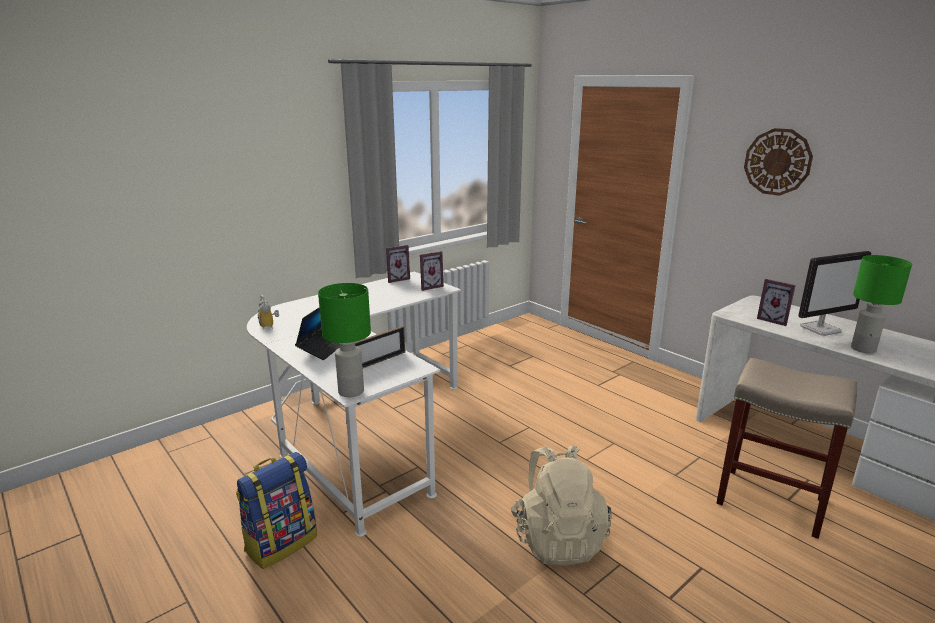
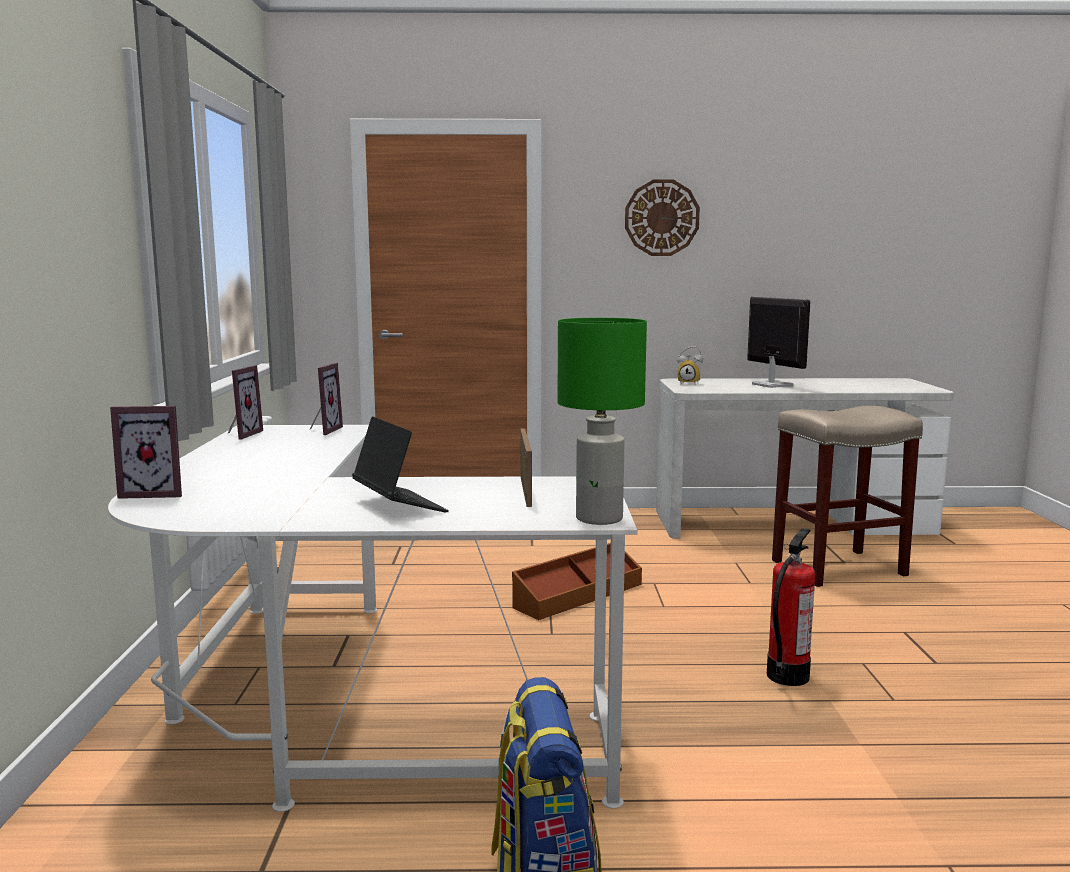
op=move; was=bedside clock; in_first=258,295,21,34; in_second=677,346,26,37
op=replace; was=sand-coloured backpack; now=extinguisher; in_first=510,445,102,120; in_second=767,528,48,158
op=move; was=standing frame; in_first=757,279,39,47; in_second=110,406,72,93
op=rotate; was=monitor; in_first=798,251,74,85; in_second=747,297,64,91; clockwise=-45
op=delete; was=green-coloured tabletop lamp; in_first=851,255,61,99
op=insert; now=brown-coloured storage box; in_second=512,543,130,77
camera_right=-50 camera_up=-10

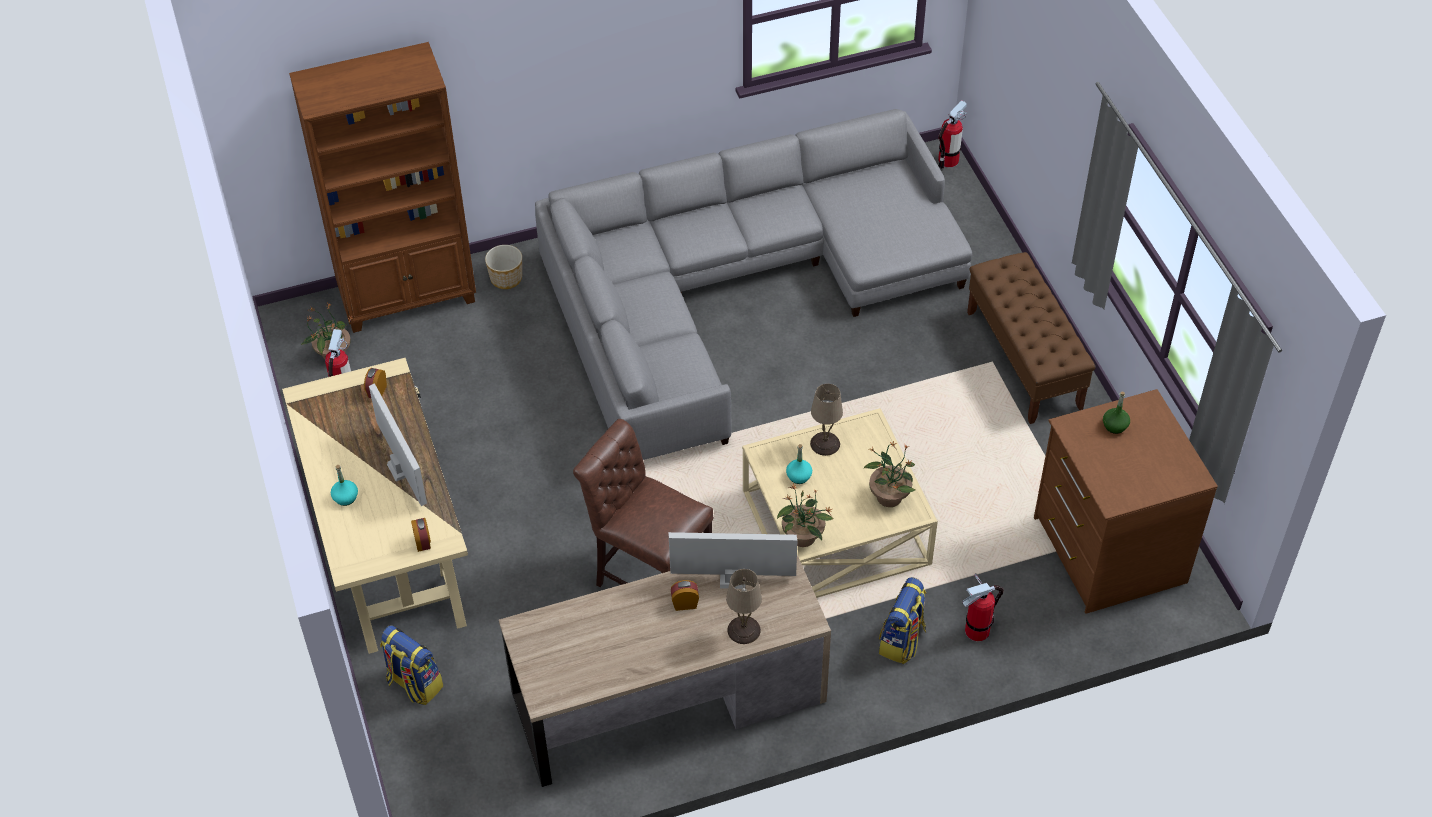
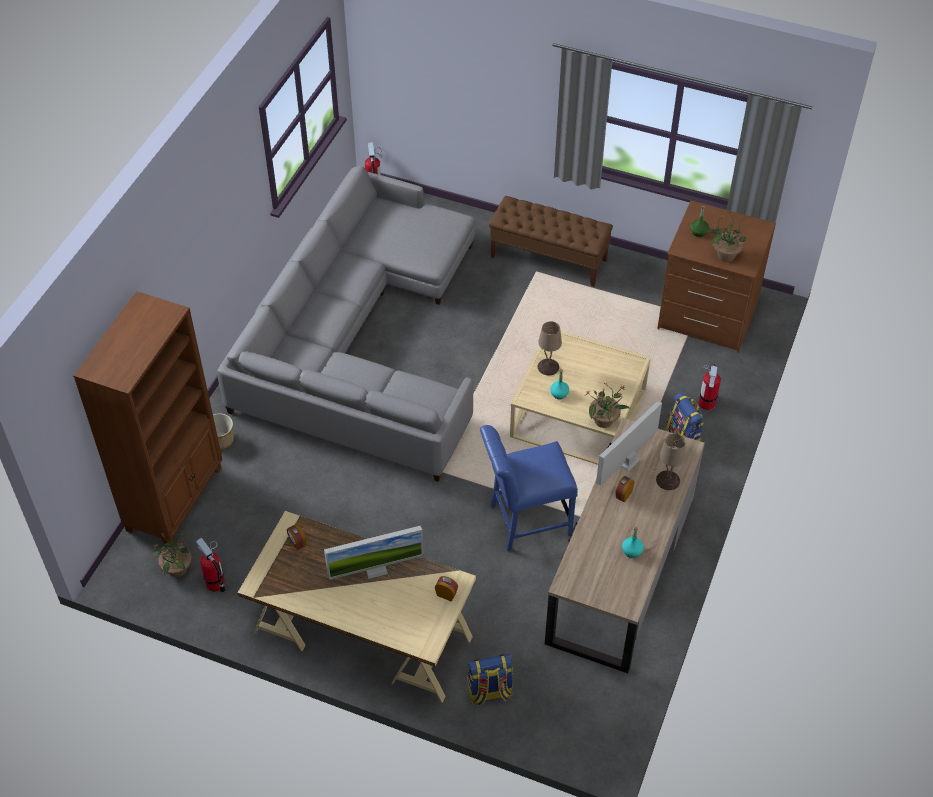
op=move; was=turquoise-coloured beverage bottle; in_first=331,465,27,41; in_second=622,526,22,32
op=rotate; was=monitor; in_first=369,383,58,123; in_second=324,526,100,54; clockwise=150
op=recolor; was=brown-coloured upright chair; now=blue-coloured upright chair; in_first=573,419,141,168; in_second=480,425,98,126
op=move; was=plant in a pot; in_first=864,441,51,66; in_second=708,212,43,50
camera_right=-50 camera_up=0

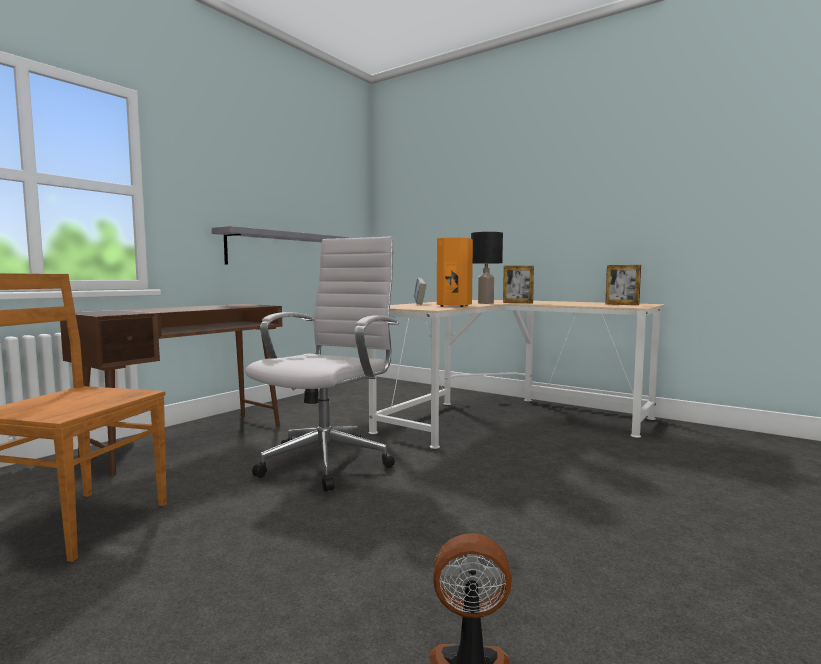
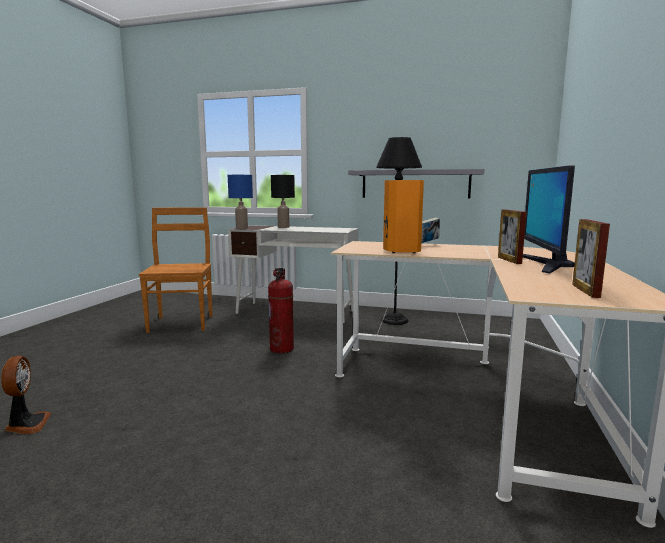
op=recolor; was=brown-coloured desk table; now=whitish desk table; in_first=60,304,222,172; in_second=228,225,130,98
op=replace; was=whitish computer chair; now=extinguisher; in_first=245,236,154,256; in_second=268,268,26,85
op=move; was=black tabletop lamp; in_first=471,232,32,72; in_second=271,175,24,53
op=insert; now=blue-coloured tabletop lamp; in_second=228,175,25,54
op=insert; now=black standard lamp; in_second=376,137,46,188
op=insert; now=monitor; in_second=523,165,52,109
camera_right=70 camera_up=5

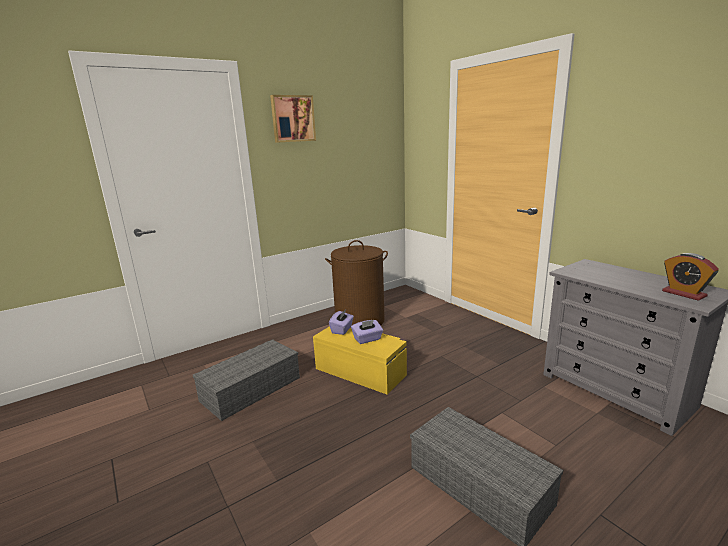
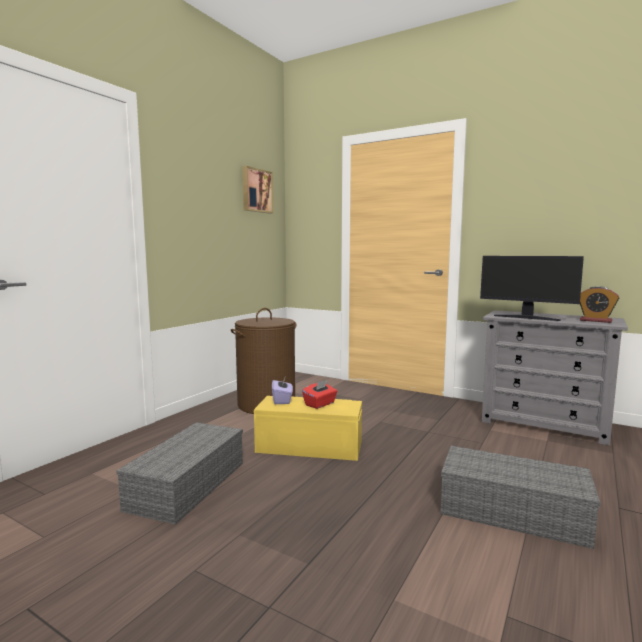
op=move; was=wall art; in_first=270,95,46,48; in_second=243,166,30,48
op=recolor; was=purple-coloured box of tissues; now=red-coloured box of tissues; in_first=351,320,32,24; in_second=302,380,36,29
op=insert; now=monitor; in_second=480,256,104,65
camera_right=-25 camera_up=-10

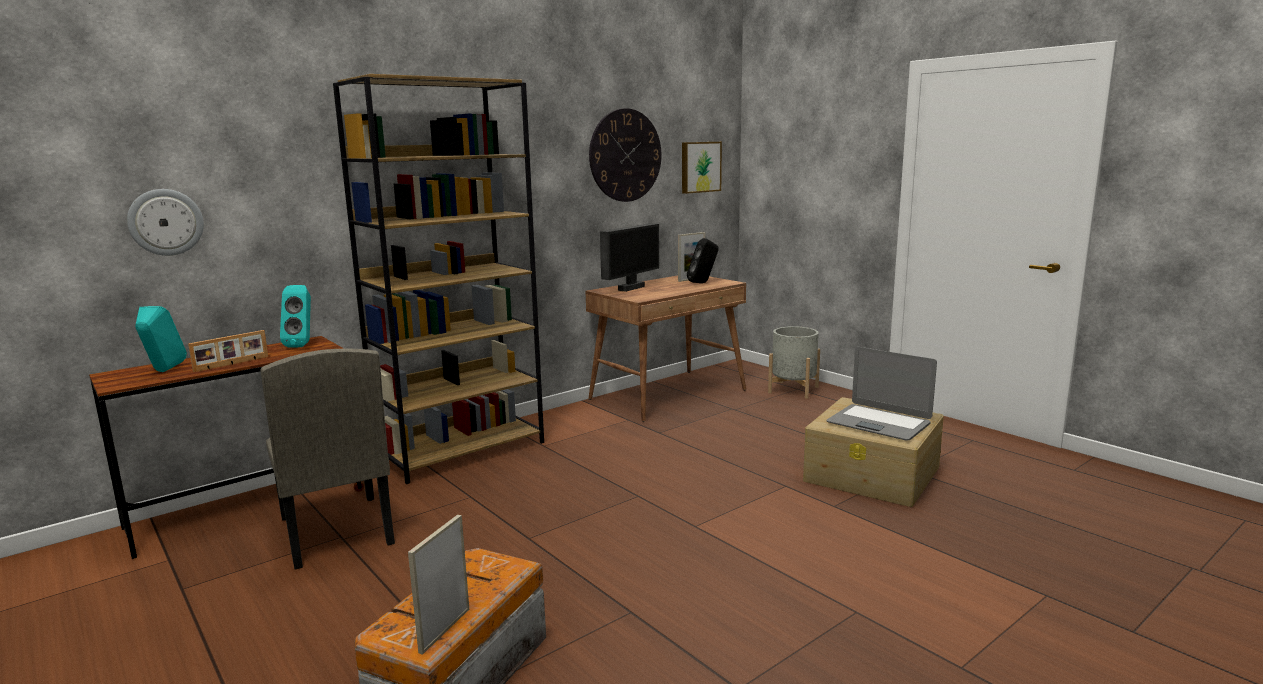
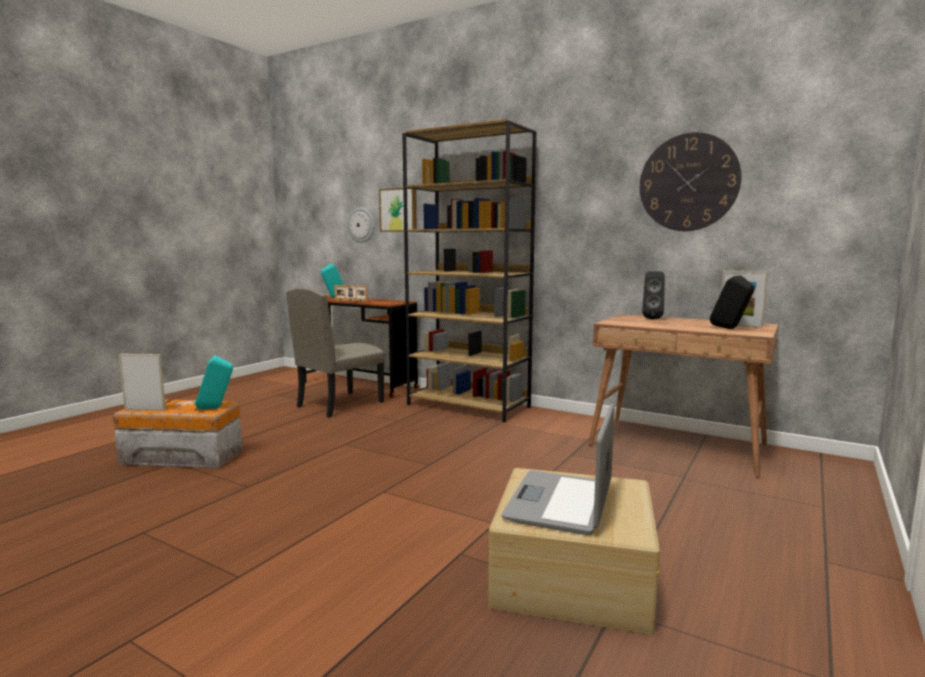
op=move; was=turquoise-coloured loudspeaker; in_first=280,285,31,63; in_second=194,356,39,53
op=replace; was=monitor; now=black loudspeaker; in_first=600,223,59,69; in_second=642,271,23,48
op=move; was=wall art; in_first=682,142,40,52; in_second=379,188,38,44
op=delete; was=greyish plant pot; in_first=768,326,52,73
camera_right=70 camera_up=-5

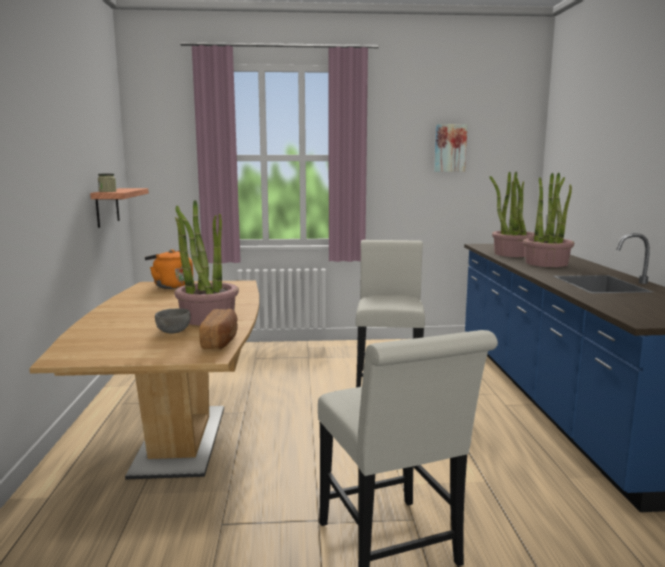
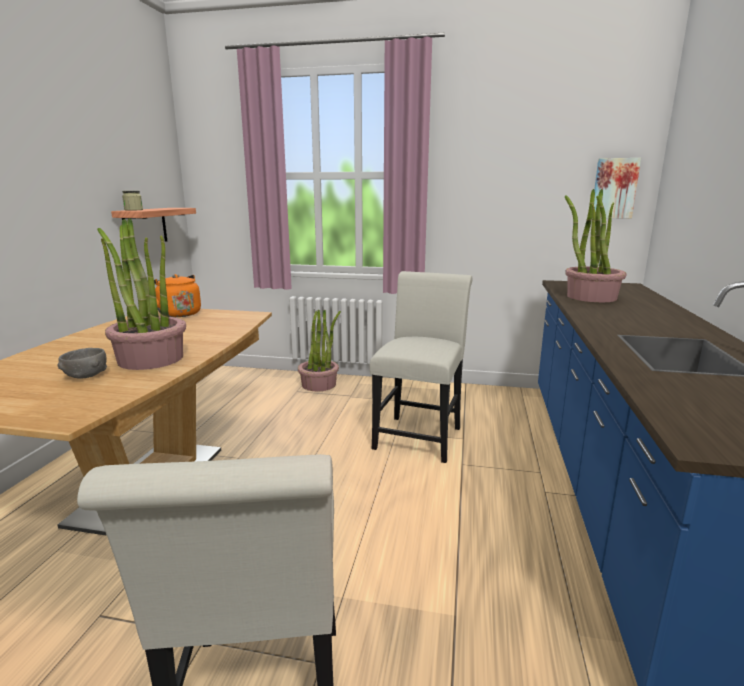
op=delete; was=baked bread; in_first=199,309,39,40
op=move; was=wall art; in_first=434,124,34,48; in_second=594,158,47,61
op=move; was=plant in a pot; in_first=523,172,51,95; in_second=298,309,43,82
camera_right=15 camera_up=5

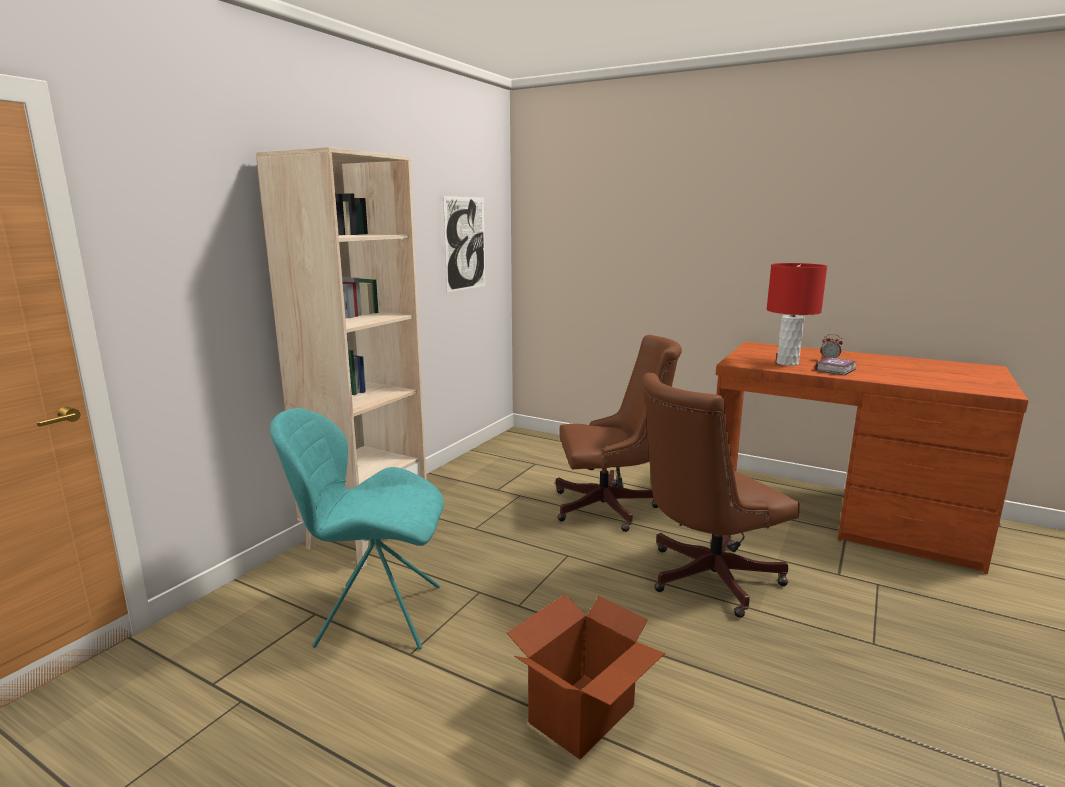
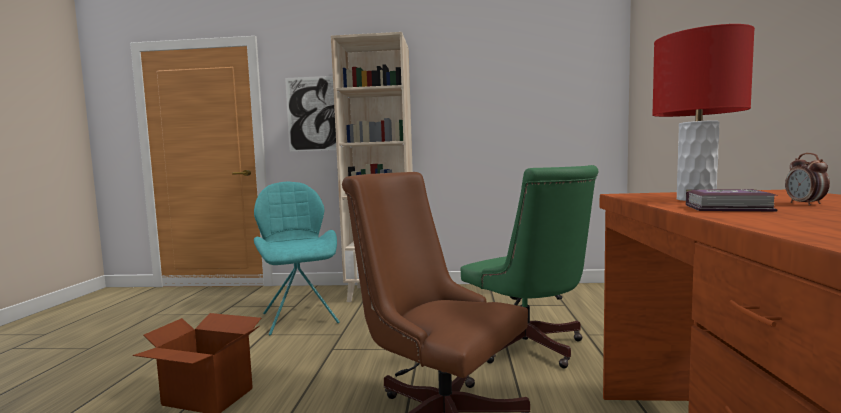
op=move; was=wall art; in_first=443,196,42,96; in_second=285,76,51,76
op=recolor; was=brown-coloured computer chair; now=green-coloured computer chair; in_first=555,335,127,197; in_second=461,165,138,203
camera_right=65 camera_up=-10

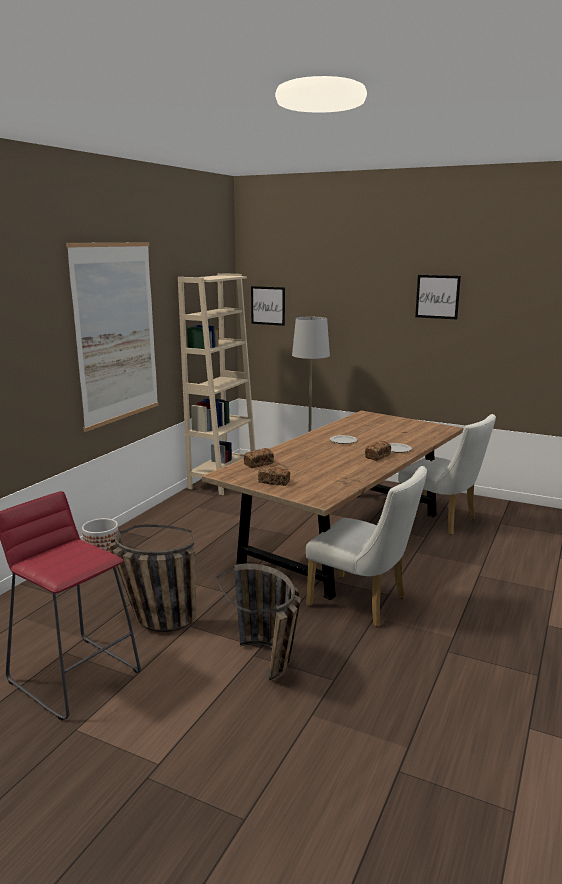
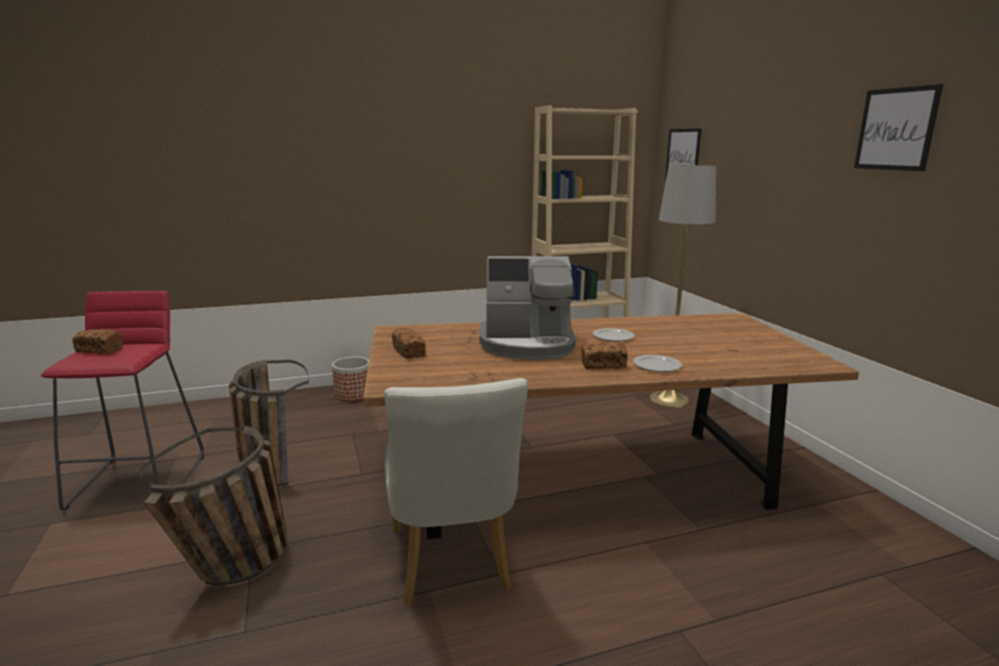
op=delete; was=wall art; in_first=66,242,93,190
op=move; was=baked bread; in_first=244,448,30,20; in_second=72,329,51,25
op=delete; was=whitish upright chair; in_first=398,414,98,121
op=insert; now=coffee maker; in_second=479,256,97,104
camera_right=45 camera_up=0

